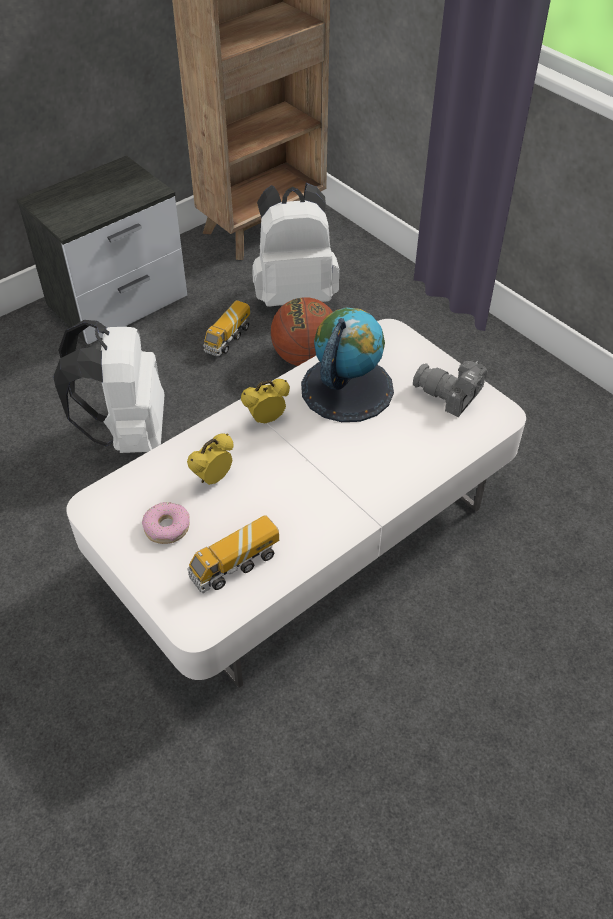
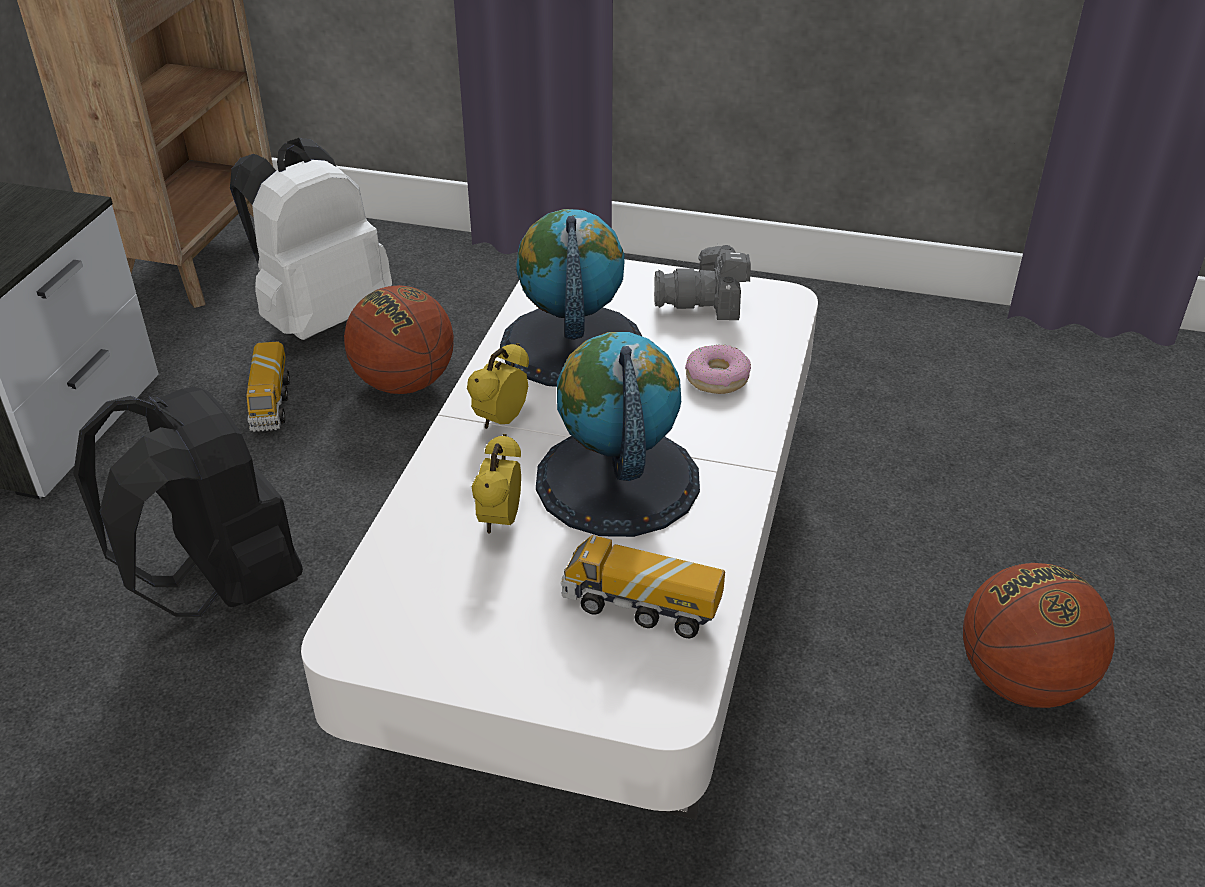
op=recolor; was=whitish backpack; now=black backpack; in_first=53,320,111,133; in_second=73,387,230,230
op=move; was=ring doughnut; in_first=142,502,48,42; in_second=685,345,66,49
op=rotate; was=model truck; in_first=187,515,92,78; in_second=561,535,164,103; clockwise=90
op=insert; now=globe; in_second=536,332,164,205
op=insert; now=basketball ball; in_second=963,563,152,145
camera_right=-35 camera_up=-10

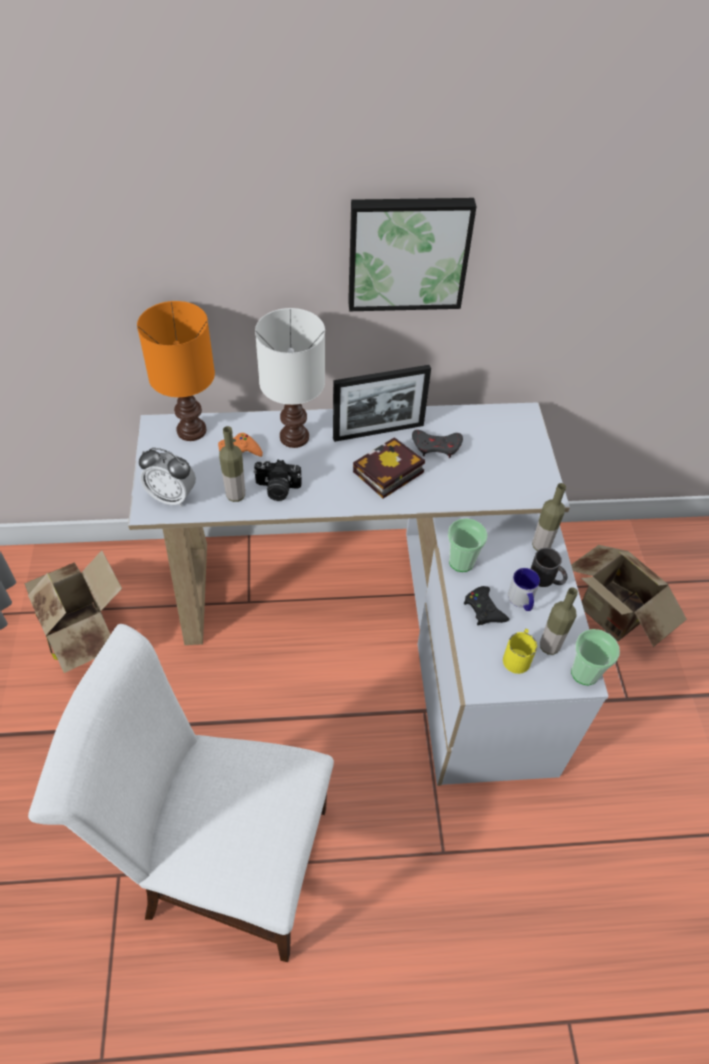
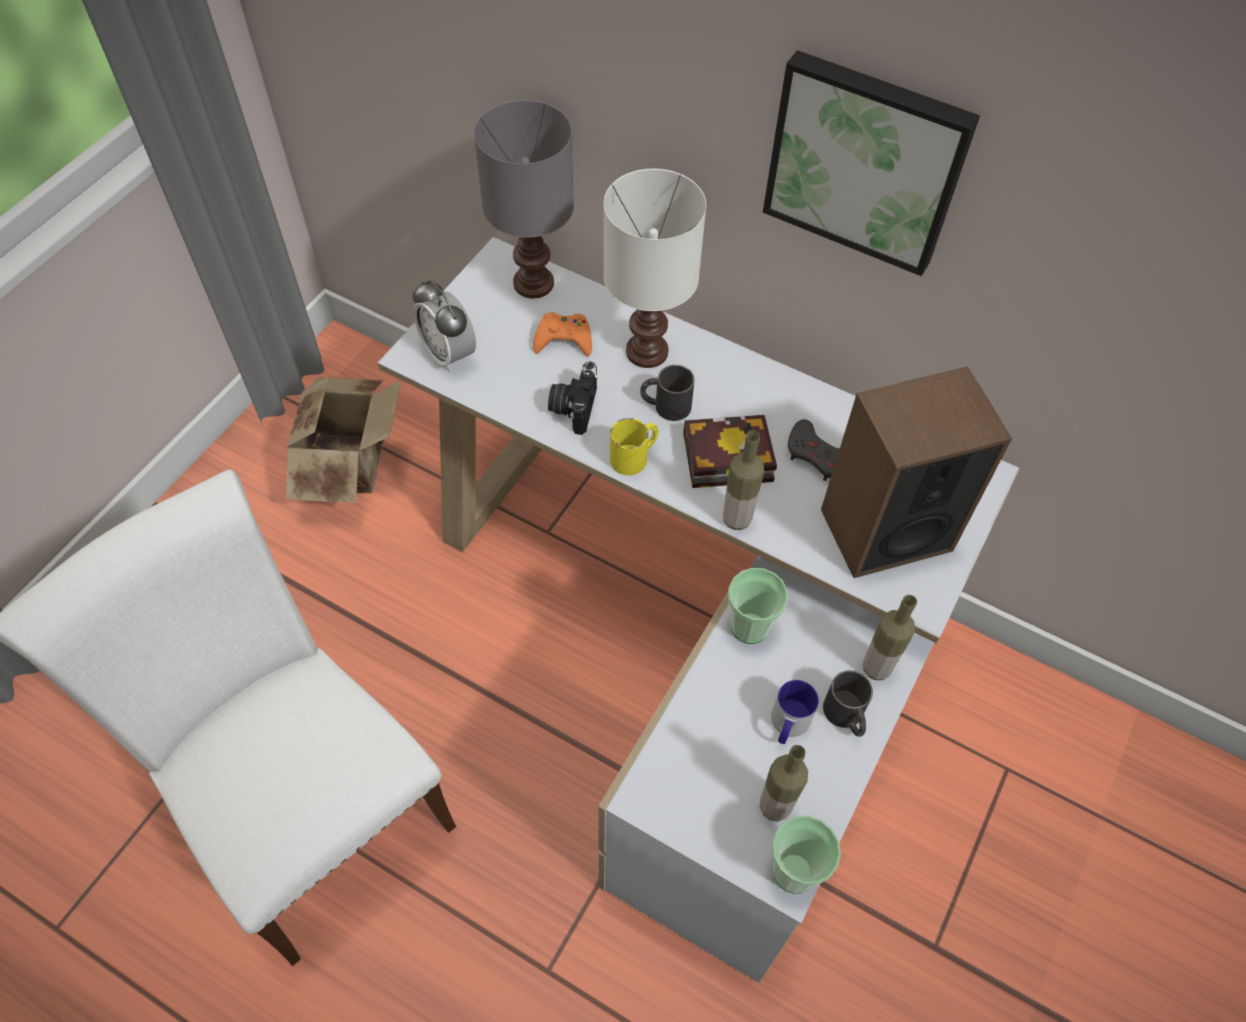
op=recolor; was=orange-coloured tabletop lamp; now=greyish tabletop lamp; in_first=137,301,78,140; in_second=474,100,100,199
op=move; was=beverage bottle; in_first=219,426,26,76; in_second=723,431,41,99
op=rotate; was=photo camera; in_first=253,459,49,42; in_second=548,362,50,73; clockwise=60
op=delete; was=standing frame; in_first=333,365,98,77
op=delete; was=black game controller; in_first=464,586,46,39
op=move; was=yellow-coloured coffee mug; in_first=503,629,34,45; in_second=610,418,49,57
op=delete; was=packing box; in_first=571,545,116,102
op=insert; now=black coffee mug; in_second=640,365,55,56
op=insert; now=loudspeaker; in_second=821,367,191,211
camera_right=35 camera_up=5

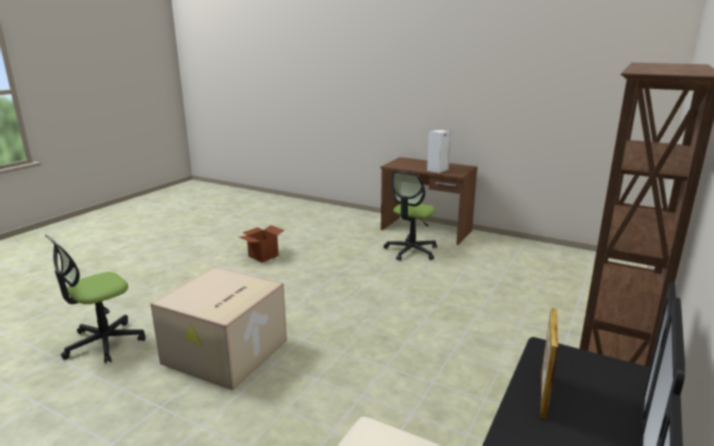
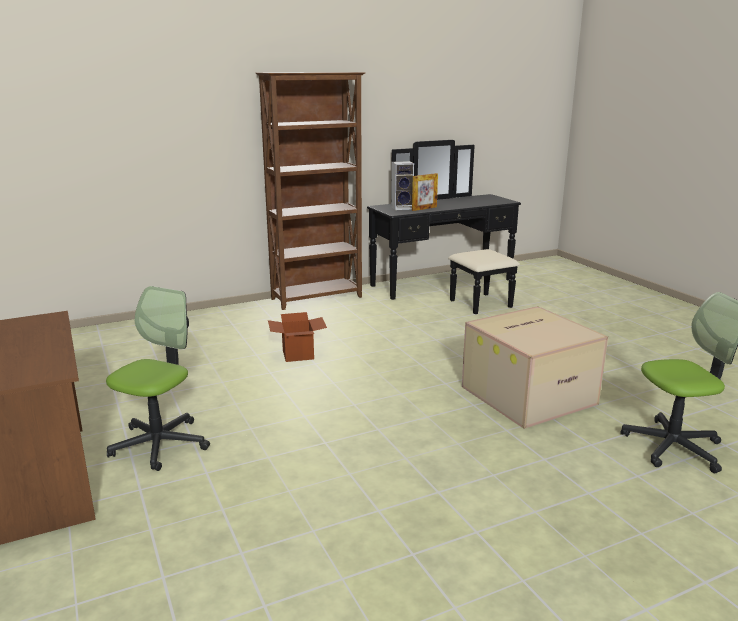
op=move; was=packing box; in_first=239,225,46,37; in_second=268,312,59,50
op=rotate; was=computer chair; in_first=384,171,53,90; in_second=106,286,104,185; clockwise=-45
op=move; was=loudspeaker; in_first=427,129,24,44; in_second=391,161,23,49
camera_right=-145 camera_up=0

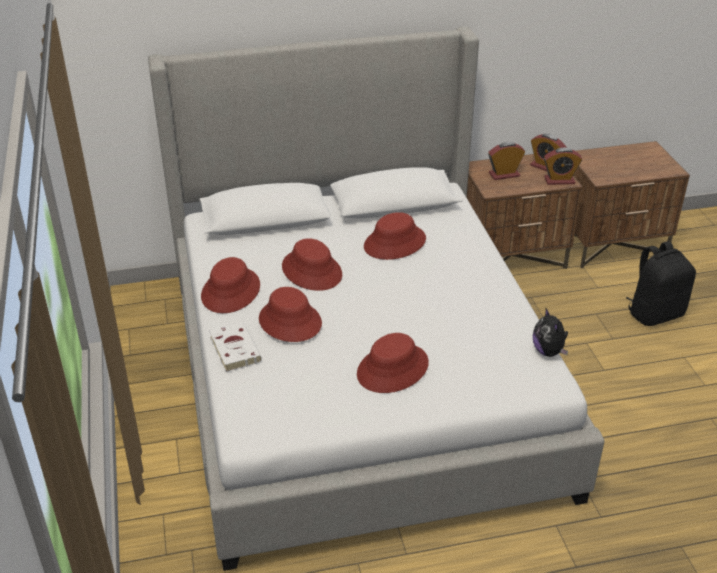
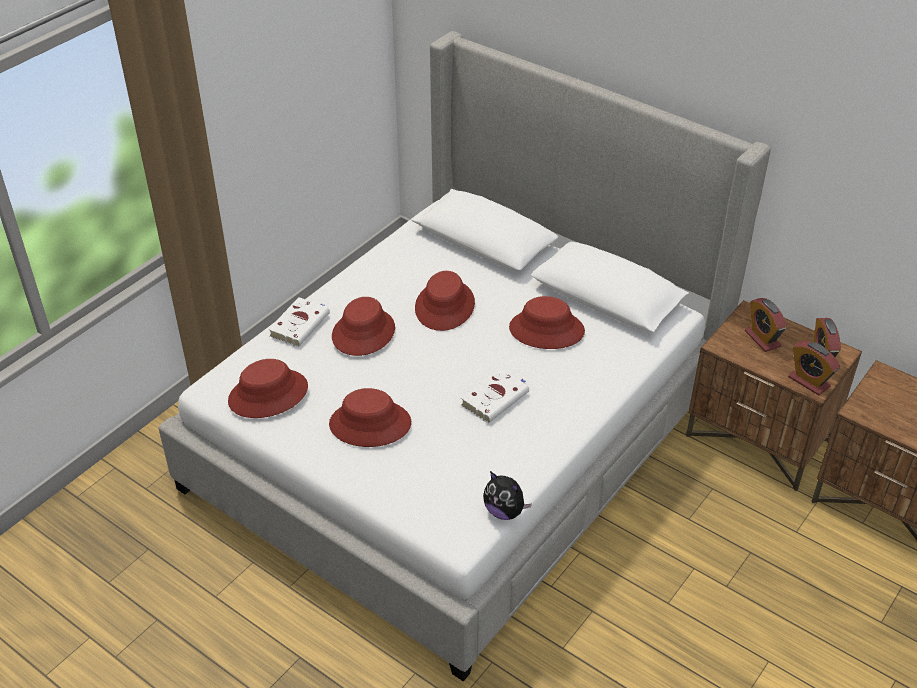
op=move; was=red-coloured clothing hat; in_first=201,257,59,56; in_second=228,359,80,59
op=rotate; was=bedside clock; in_first=488,142,37,38; in_second=745,298,42,54; clockwise=-150
op=rotate; was=cuddly toy; in_first=533,308,35,49; in_second=483,471,49,49; clockwise=-90
op=delete; was=black backpack; in_first=626,241,70,85
op=insert; now=whitish book; in_second=461,368,68,55
camera_right=50 camera_up=5

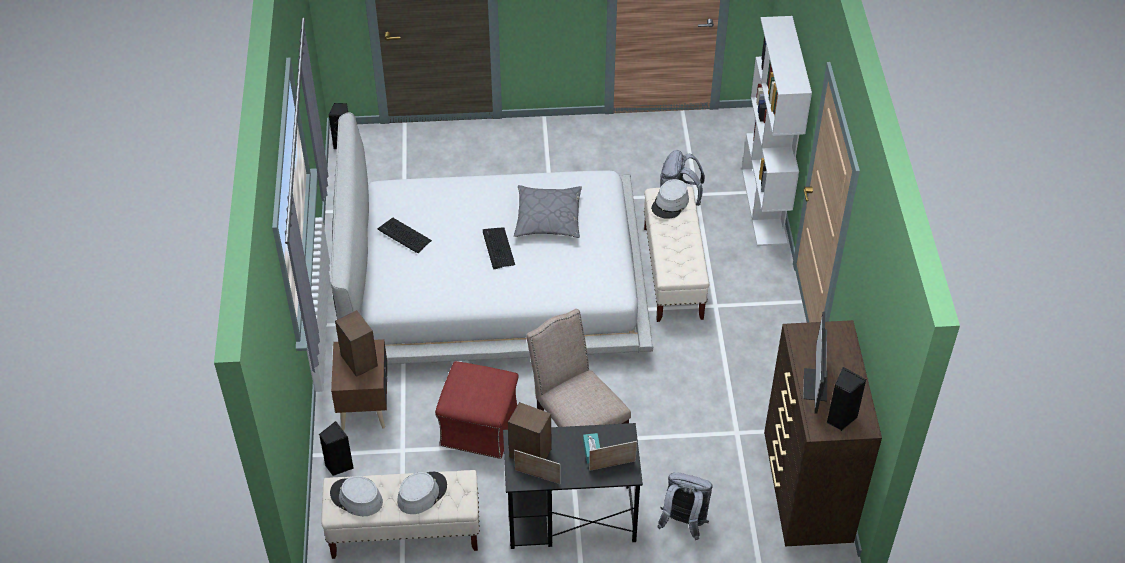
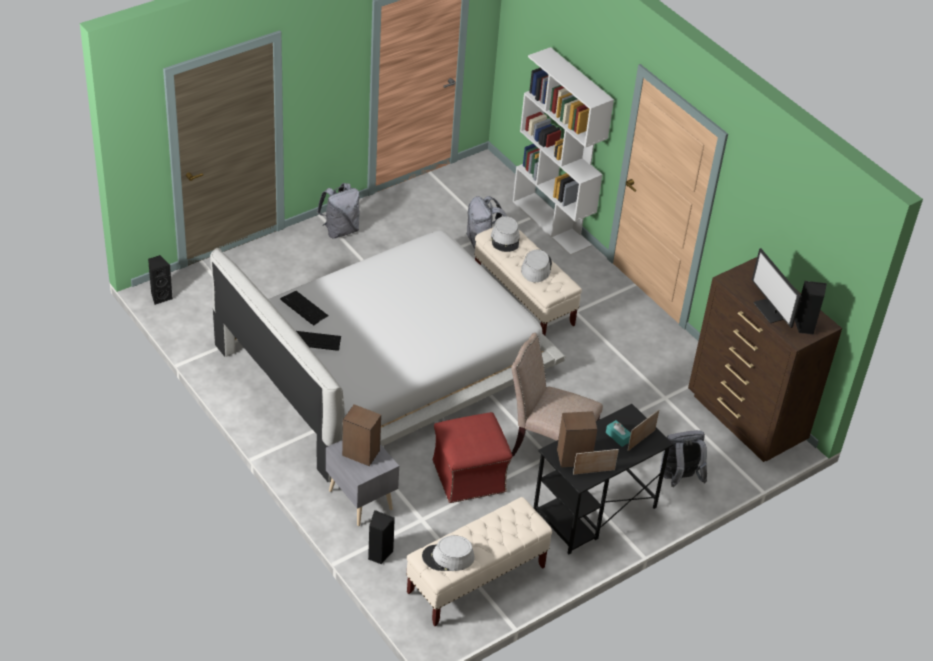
op=recolor; was=brown-coloured bedside table; now=greyish bedside table; in_first=331,339,56,92; in_second=326,440,73,86
op=move; was=greyish clothing hat; in_first=397,472,50,42; in_second=521,250,31,32
op=move; was=PC keyboard; in_first=483,227,32,42; in_second=280,291,49,34
op=delete; was=greyish throw pillow; in_first=514,185,68,53
op=insert; now=greyish backpack; in_second=317,183,43,56
camera_right=-35 camera_up=-5

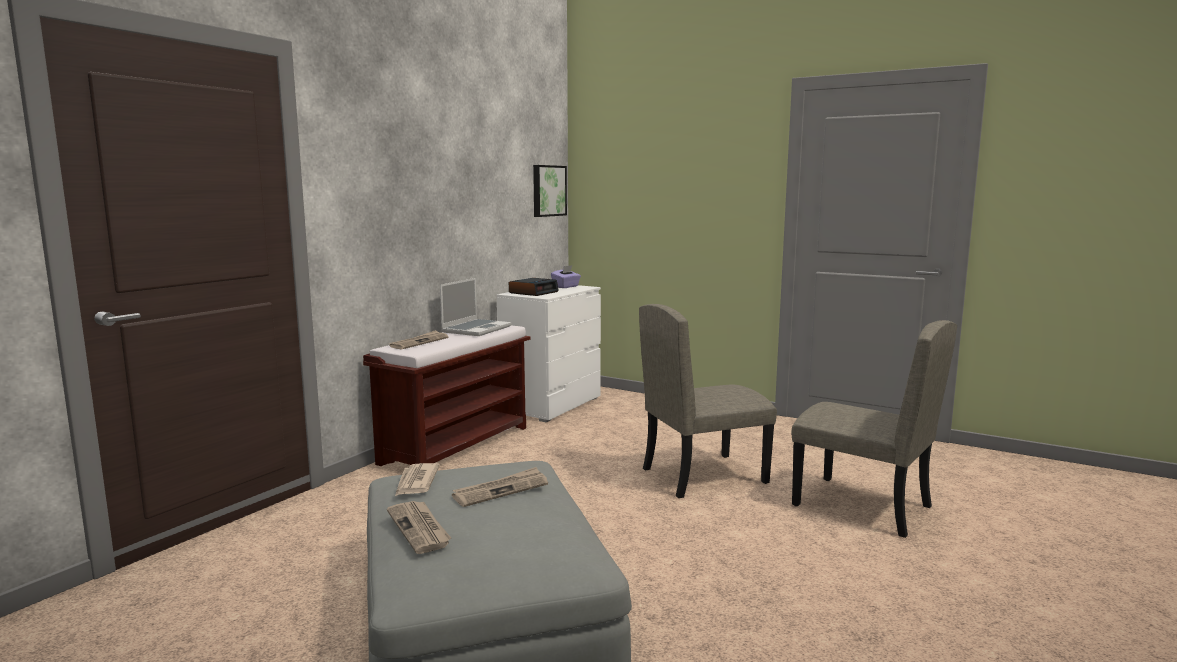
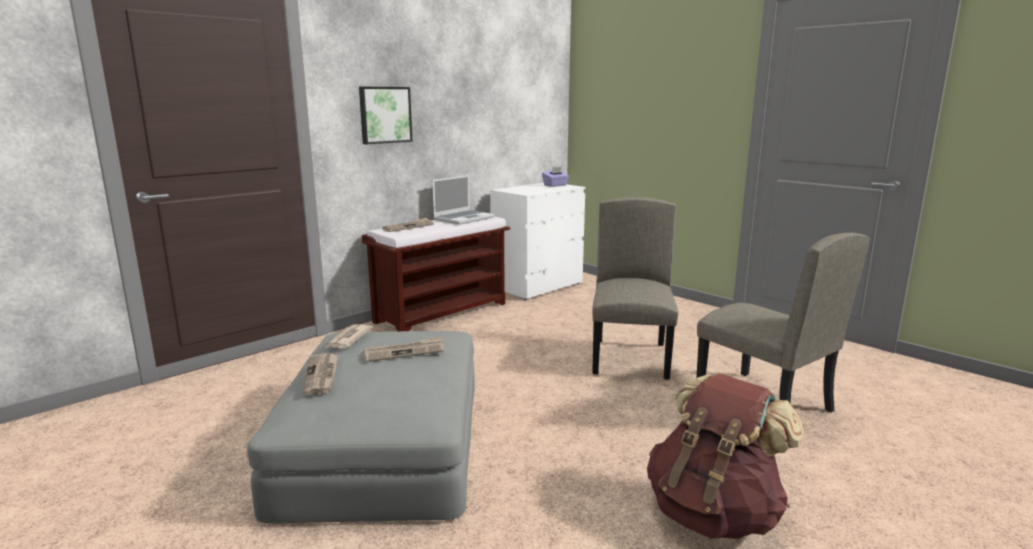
op=delete; was=bedside clock; in_first=509,278,50,18
op=move; was=wall art; in_first=533,165,34,52; in_second=359,87,54,57
op=rotate; was=sand-coloured upright chair; in_first=639,304,138,194; in_second=592,197,86,183; clockwise=105
op=insert; now=brown-coloured backpack; in_second=647,373,157,166
camera_right=15 camera_up=5

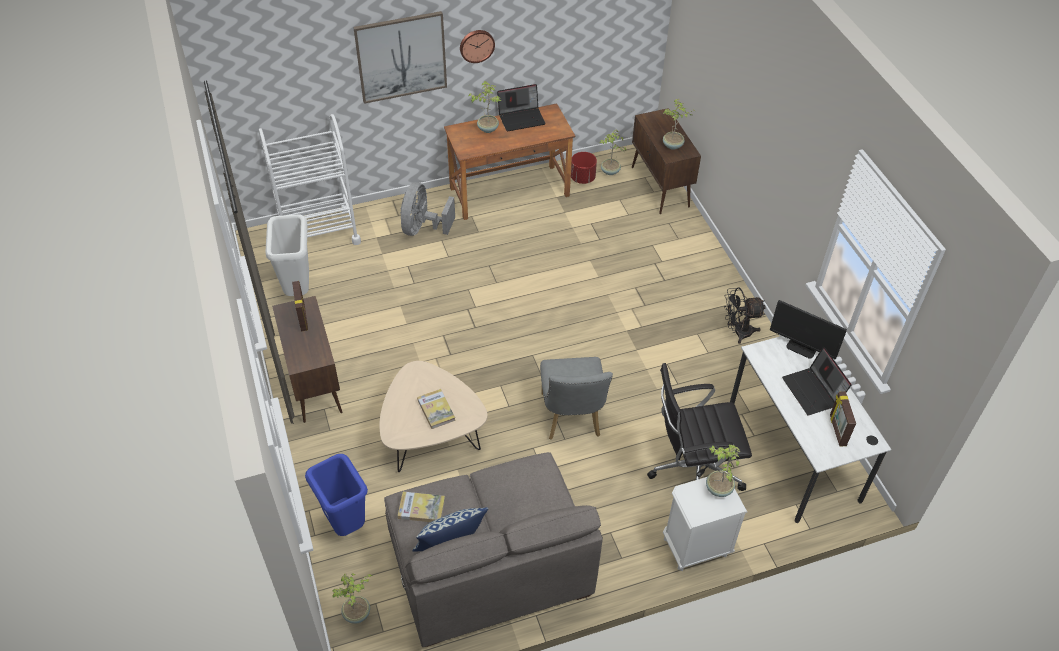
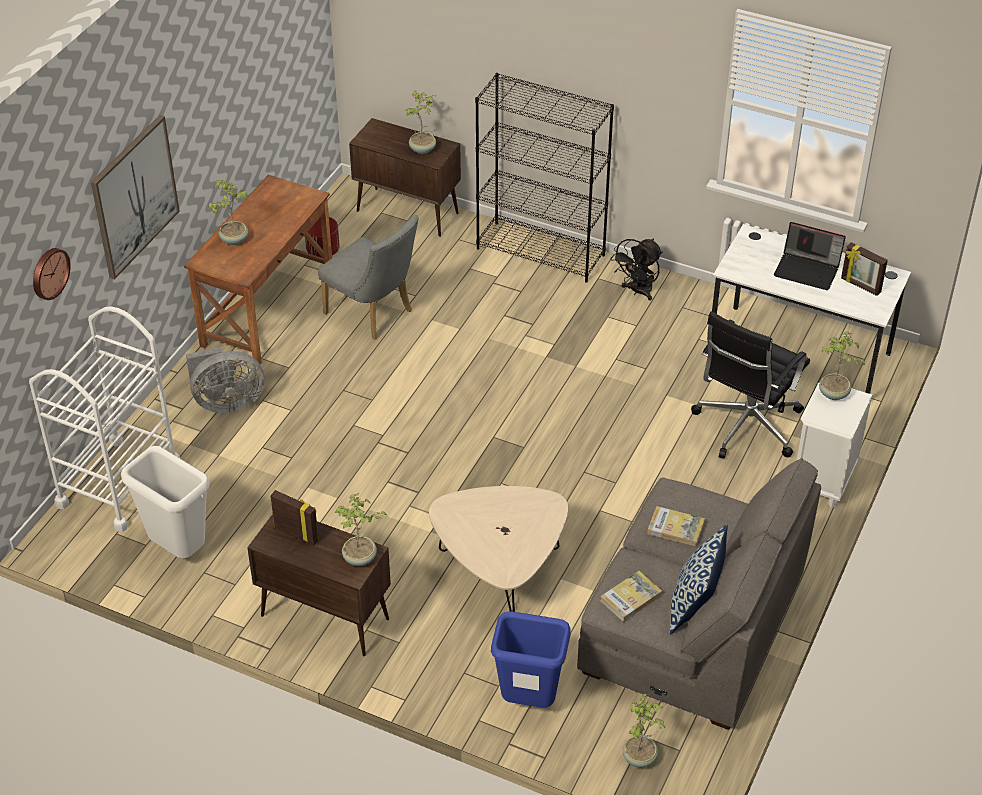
op=rotate; was=greyish fan; in_first=400,182,55,54; in_second=186,347,78,66; clockwise=-75
op=move; was=book; in_first=417,389,39,40; in_second=647,506,58,40
op=move; was=wall clock; in_first=460,30,35,33; in_second=33,248,38,52
op=delete; was=laptop; in_first=497,84,49,48
op=move; was=greyish upright chair; in_first=540,357,73,83; in_second=318,215,101,125
op=move; was=plant in a pot; in_first=600,130,26,45; in_second=335,493,52,73
op=delete; was=monitor; in_first=770,300,77,59
op=insert; now=black bookshelf; in_second=475,73,139,210
camera_right=-45 camera_up=-5

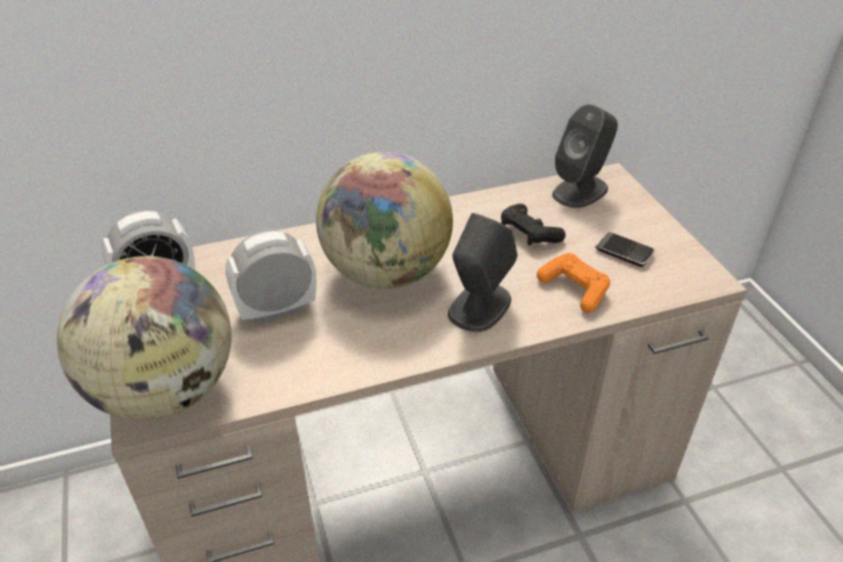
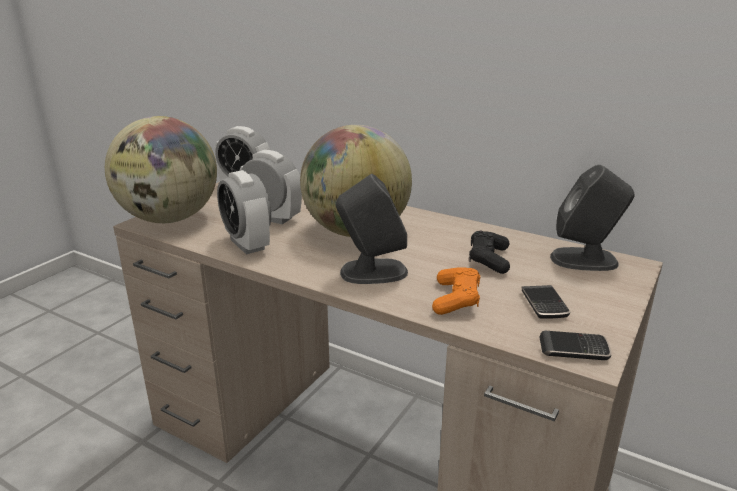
op=insert; now=bedside clock; in_second=217,170,54,84
op=insert; now=phone; in_second=539,331,73,29
camera_right=50 camera_up=-15

